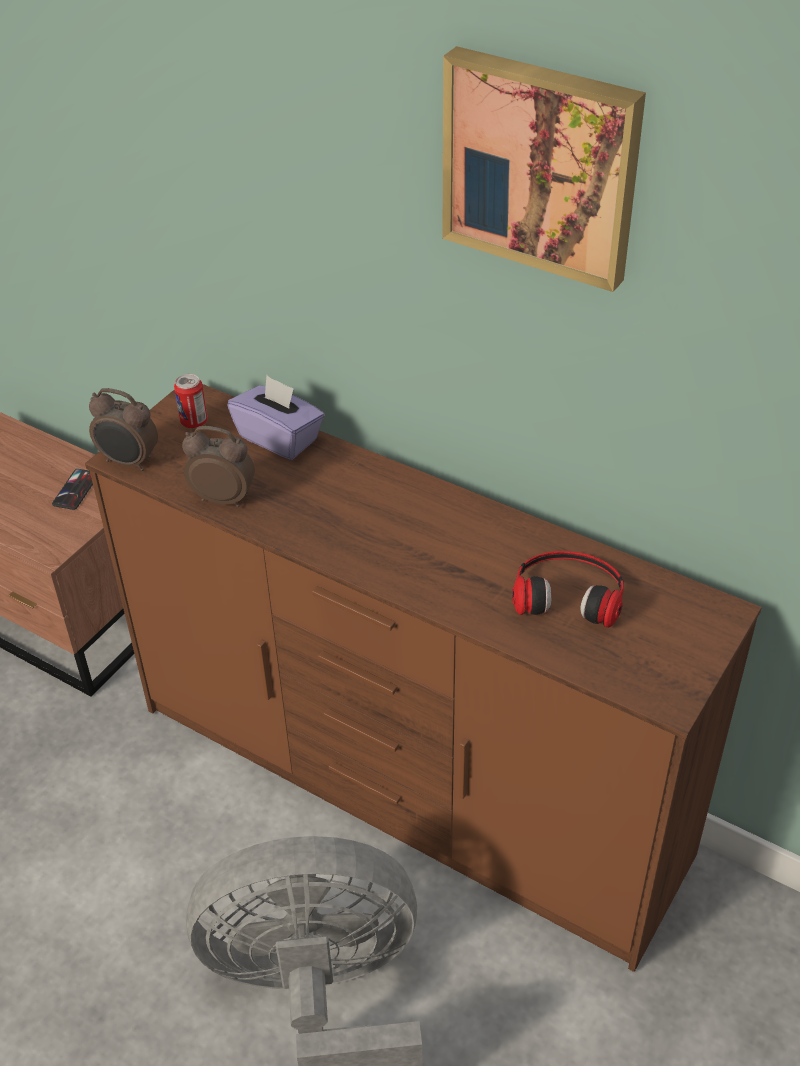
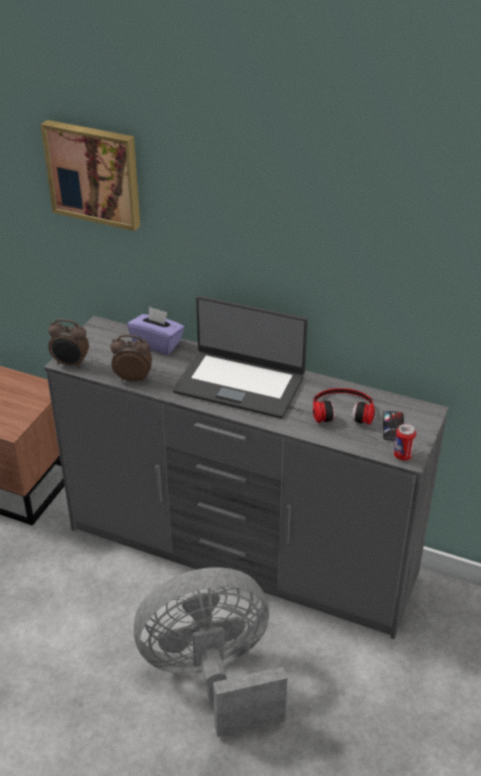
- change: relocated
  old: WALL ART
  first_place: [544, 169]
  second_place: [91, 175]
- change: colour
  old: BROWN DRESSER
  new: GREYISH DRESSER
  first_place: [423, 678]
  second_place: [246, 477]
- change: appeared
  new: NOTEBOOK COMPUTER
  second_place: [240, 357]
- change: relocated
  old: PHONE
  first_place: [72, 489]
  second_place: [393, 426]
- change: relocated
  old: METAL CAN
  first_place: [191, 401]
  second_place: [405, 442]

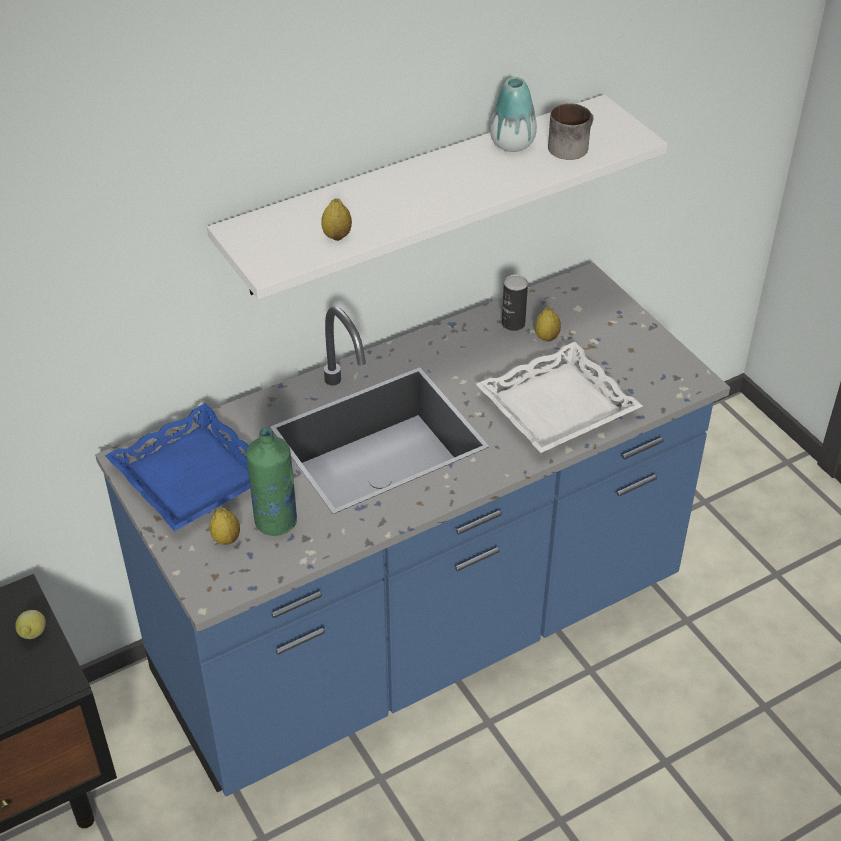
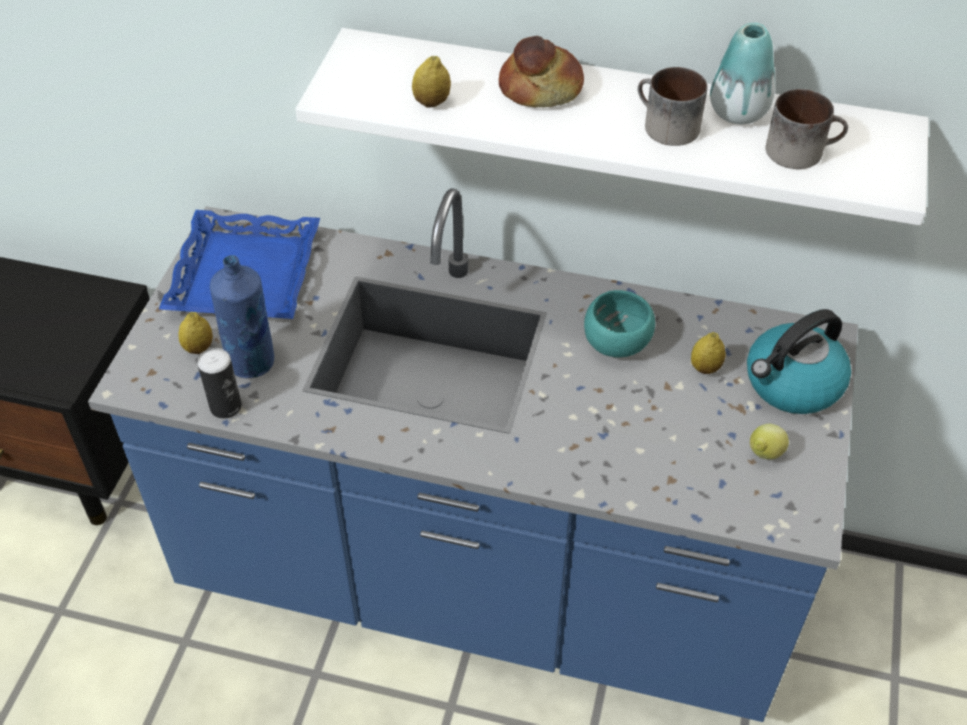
- change: relocated
  old: METAL CAN
  first_place: [515, 302]
  second_place: [219, 383]
- change: colour
  old: GREENISH DRINK BOTTLE
  new: BLUE DRINK BOTTLE
  first_place: [271, 481]
  second_place: [242, 316]
- change: appeared
  new: BREAD
  second_place: [541, 71]
- change: appeared
  new: TURQUOISE DEEP DISH
  second_place: [619, 323]
- change: appeared
  new: COFFEE MUG
  second_place: [673, 106]
- change: appeared
  new: TEA KETTLE
  second_place: [799, 361]
- change: relocated
  old: CITRUS FRUIT
  first_place: [30, 624]
  second_place: [769, 441]
- change: missing
  old: WHITE CARRYING TRAY
  first_place: [559, 397]

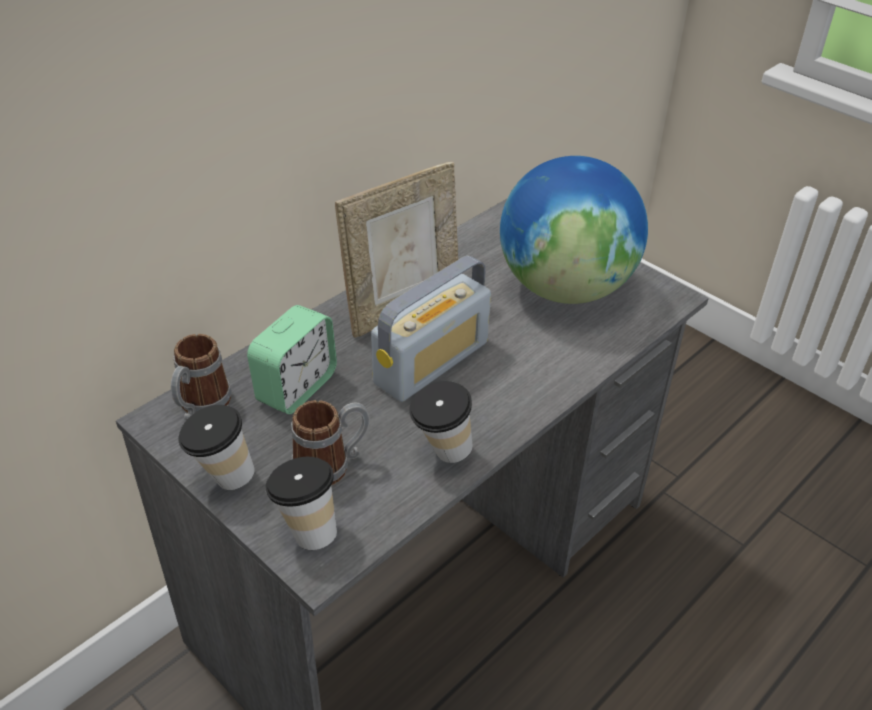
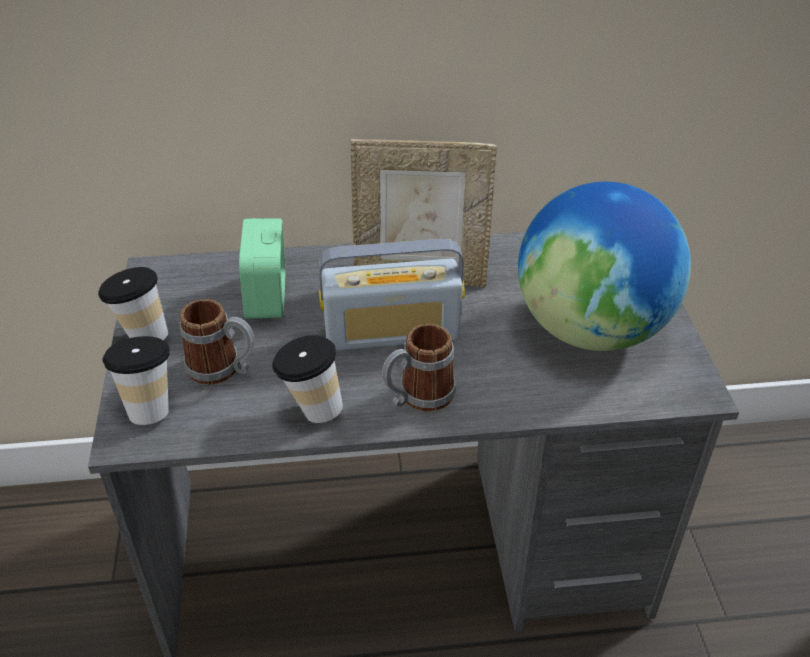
- change: spun
  old: ALARM CLOCK
  first_place: [292, 359]
  second_place: [262, 268]
  degrees: 105
- change: relocated
  old: COFFEE MUG
  first_place: [201, 377]
  second_place: [419, 367]

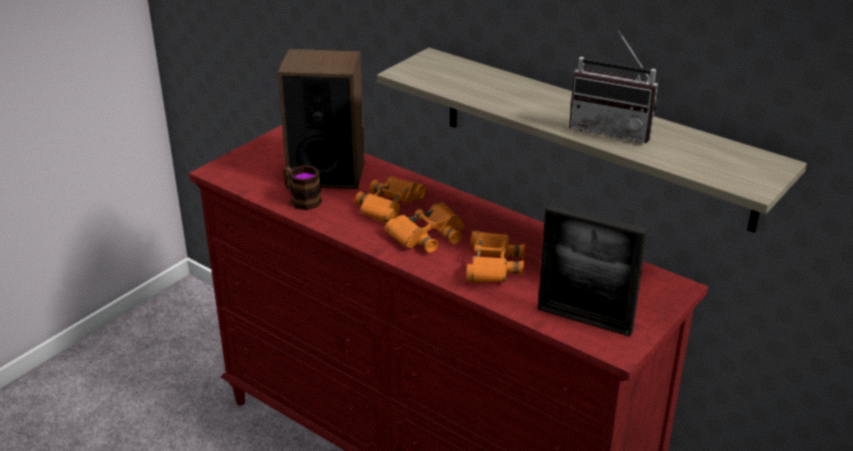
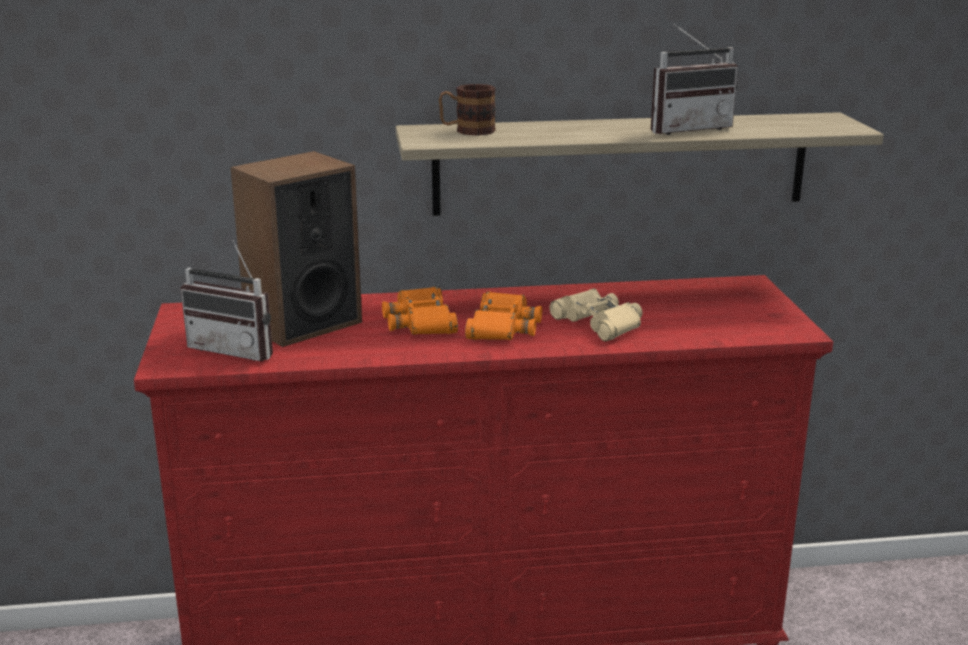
- change: appeared
  new: RADIO
  second_place: [227, 301]
- change: relocated
  old: COFFEE MUG
  first_place: [302, 187]
  second_place: [467, 110]
- change: colour
  old: ORANGE FIELD GLASSES
  new: SAND-COLOURED FIELD GLASSES
  first_place: [495, 256]
  second_place: [596, 314]
- change: missing
  old: STANDING FRAME
  first_place: [592, 270]

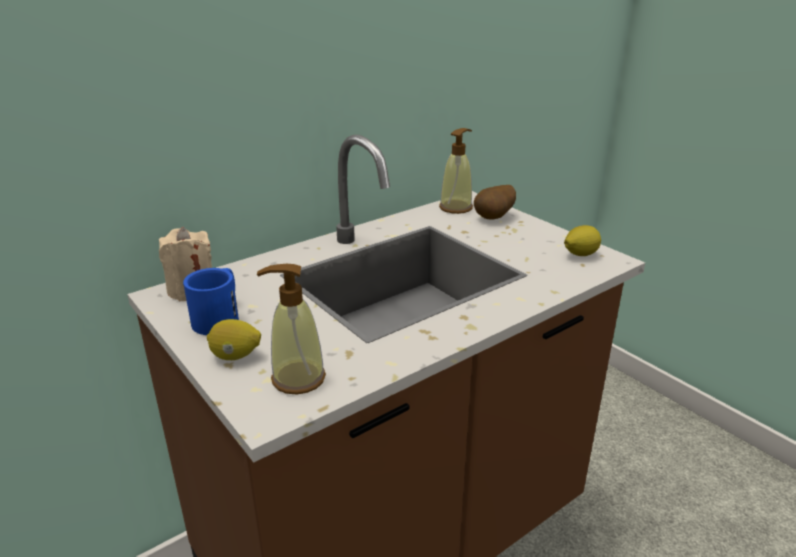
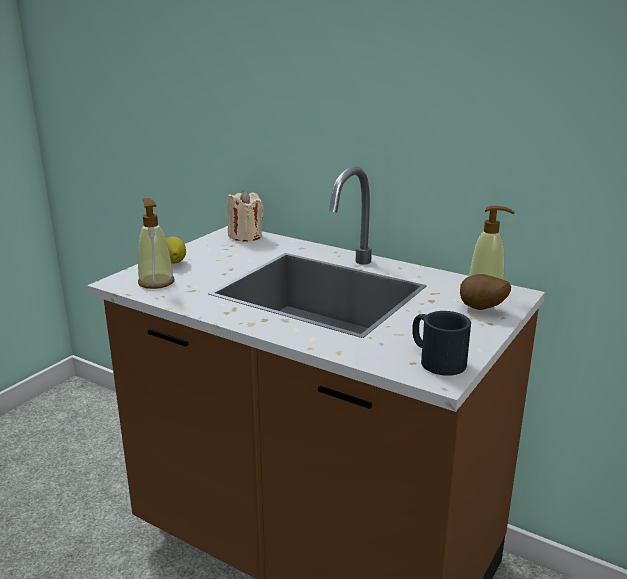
- change: exchanged
  old: CITRUS FRUIT
  new: BLACK-COLOURED COFFEE MUG
  first_place: [582, 240]
  second_place: [441, 343]
- change: missing
  old: BLUE COFFEE MUG
  first_place: [211, 301]

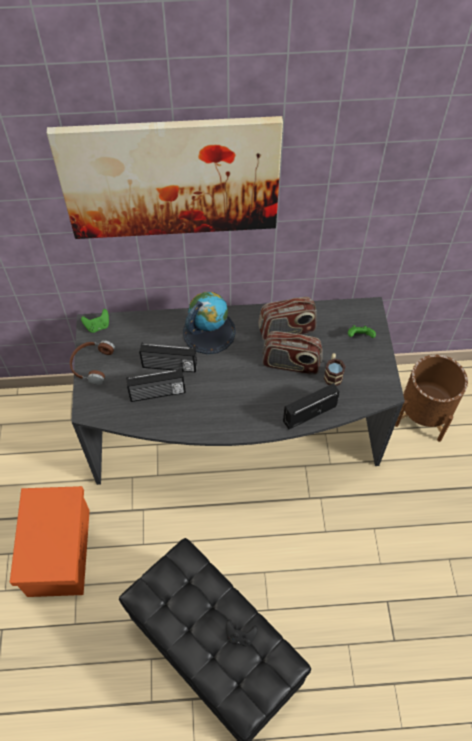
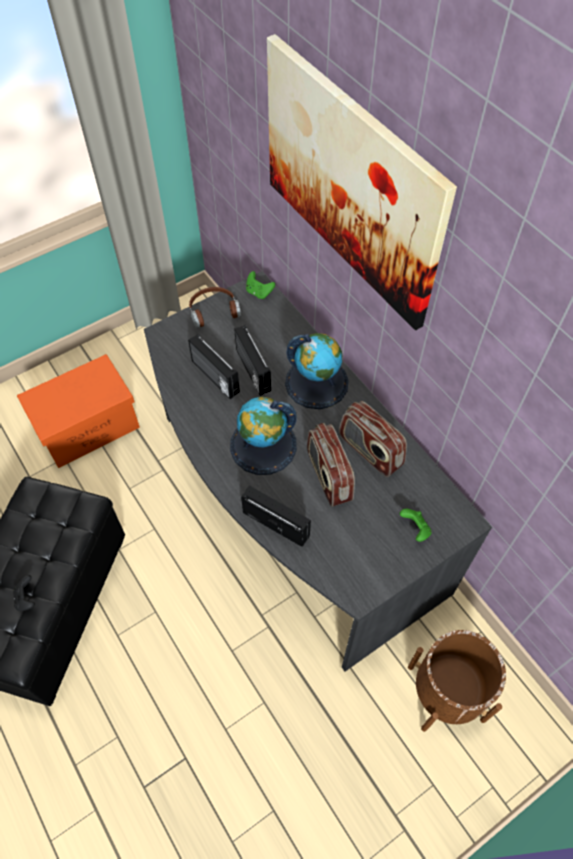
- change: appeared
  new: WORLD GLOBE
  second_place: [263, 436]
- change: missing
  old: COFFEE MUG
  first_place: [335, 369]

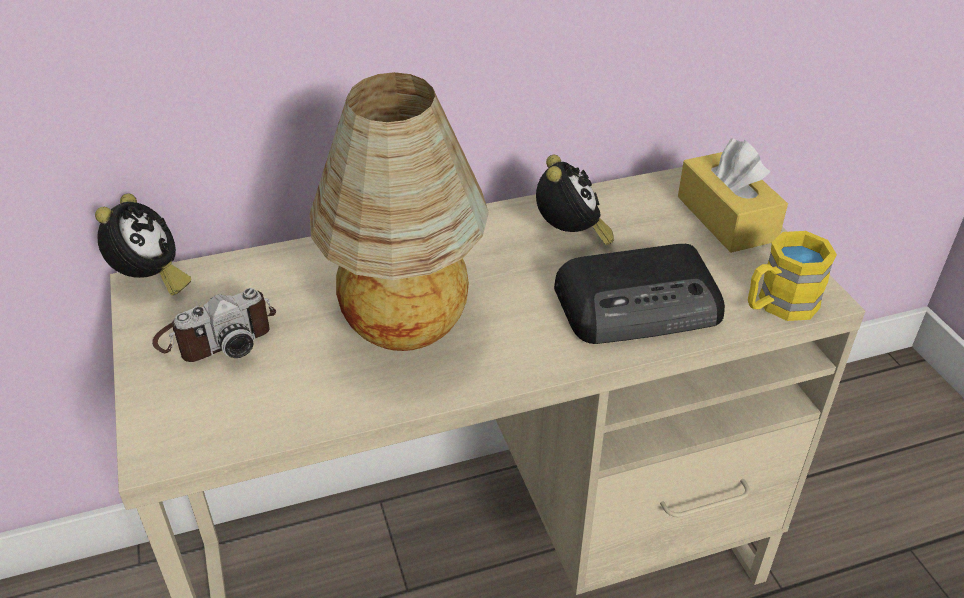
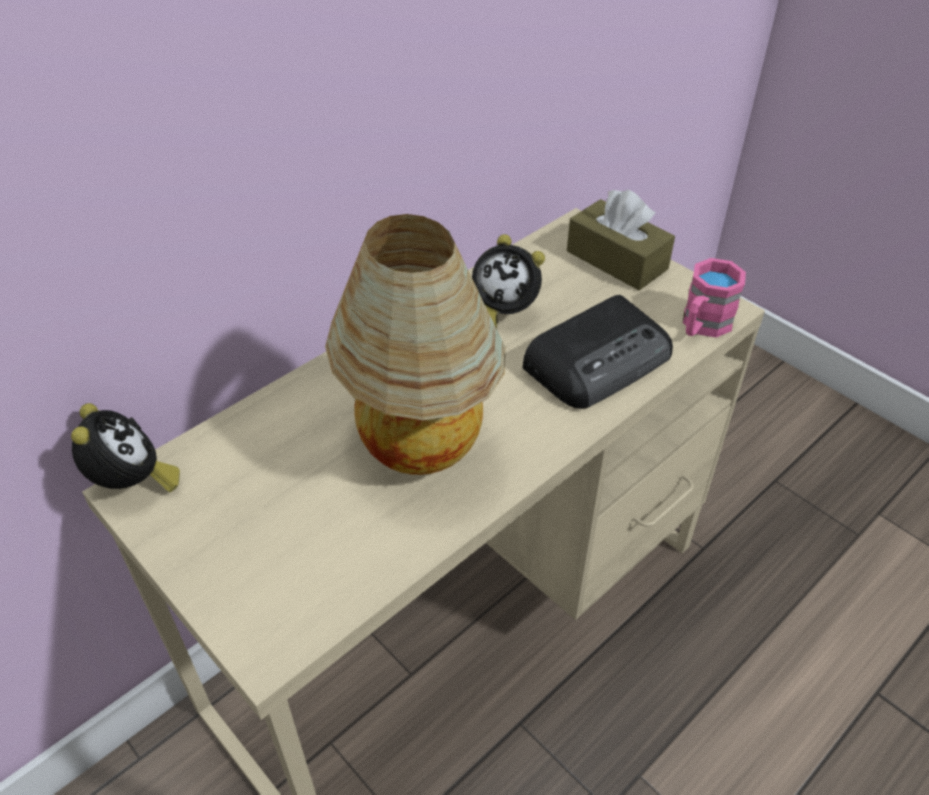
- change: spun
  old: ALARM CLOCK
  first_place: [575, 200]
  second_place: [508, 281]
  degrees: 135
- change: colour
  old: YELLOWISH TISSUE HOLDER
  new: BROWN TISSUE HOLDER
  first_place: [733, 195]
  second_place: [621, 240]
- change: colour
  old: YELLOWISH COFFEE MUG
  new: PINKISH COFFEE MUG
  first_place: [792, 276]
  second_place: [714, 298]
- change: missing
  old: STILL CAMERA
  first_place: [214, 325]

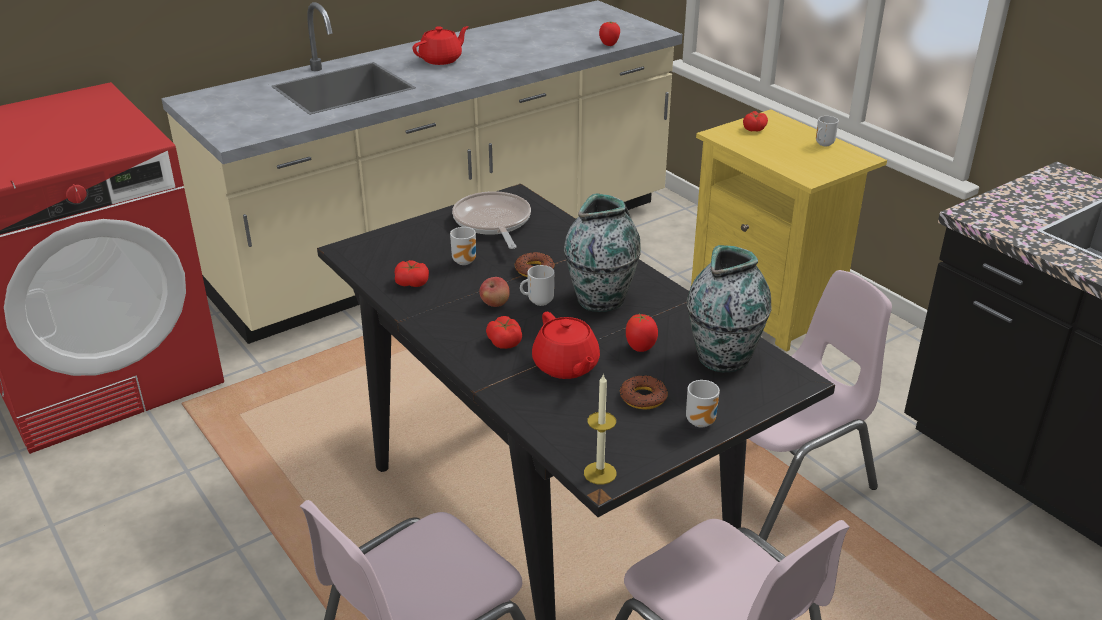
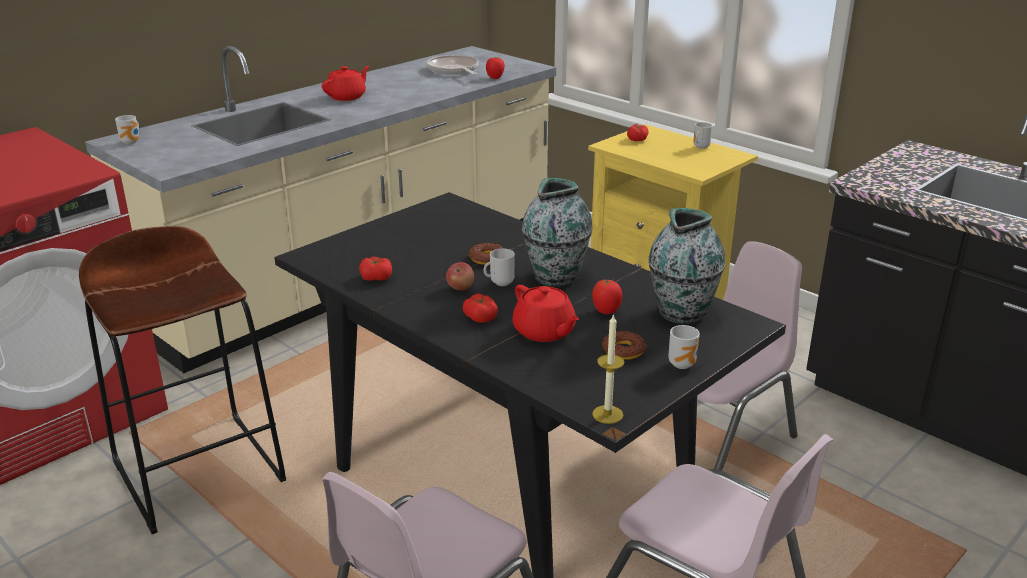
- change: appeared
  new: BROWN STOOL
  second_place: [182, 380]
- change: relocated
  old: COFFEE MUG
  first_place: [463, 246]
  second_place: [127, 130]
- change: relocated
  old: PAN
  first_place: [491, 220]
  second_place: [452, 65]

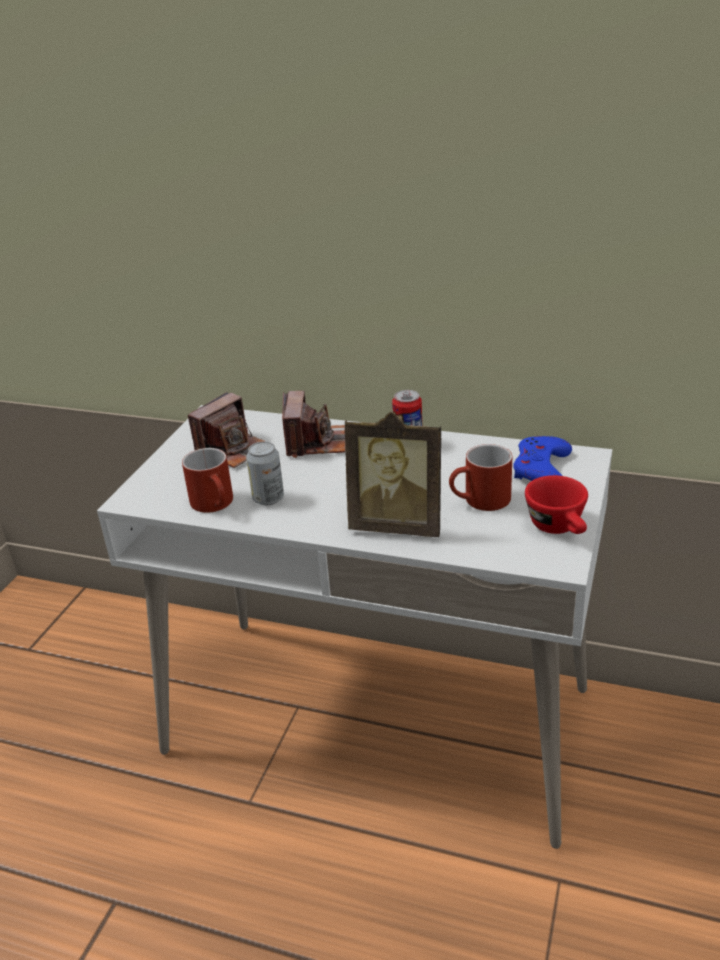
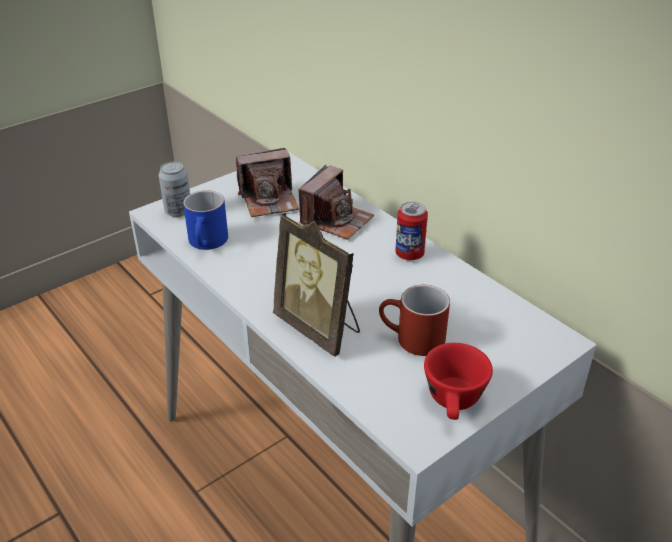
- change: relocated
  old: METAL CAN
  first_place: [265, 474]
  second_place: [174, 189]
- change: colour
  old: RED-COLOURED COFFEE MUG
  new: BLUE COFFEE MUG
  first_place: [207, 480]
  second_place: [205, 220]
- change: missing
  old: BLUE GAMEPAD
  first_place: [542, 458]

